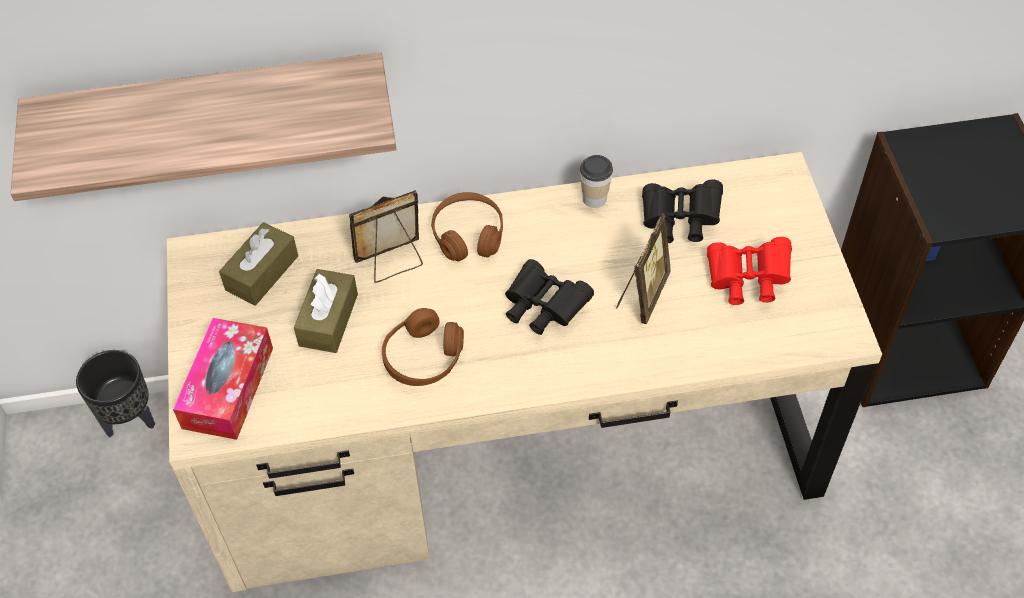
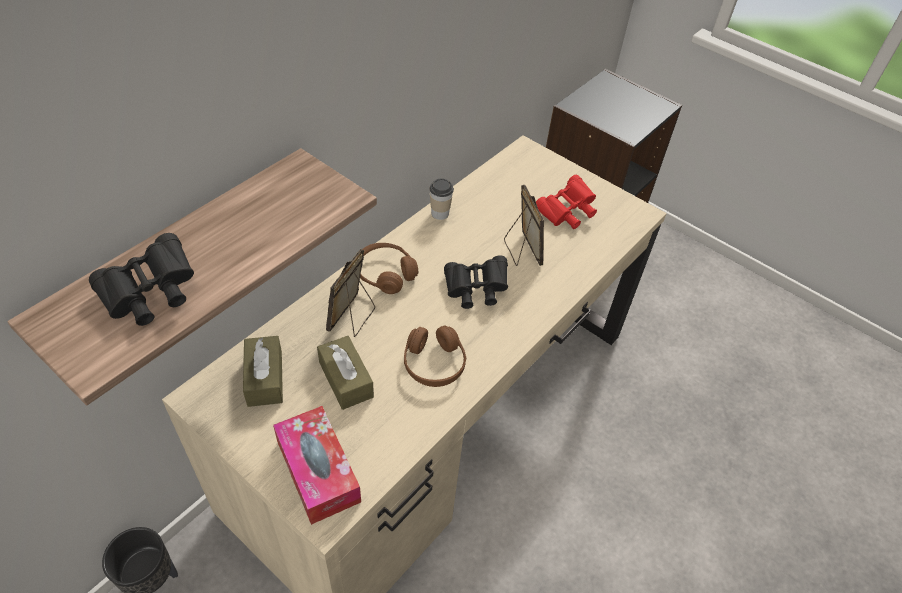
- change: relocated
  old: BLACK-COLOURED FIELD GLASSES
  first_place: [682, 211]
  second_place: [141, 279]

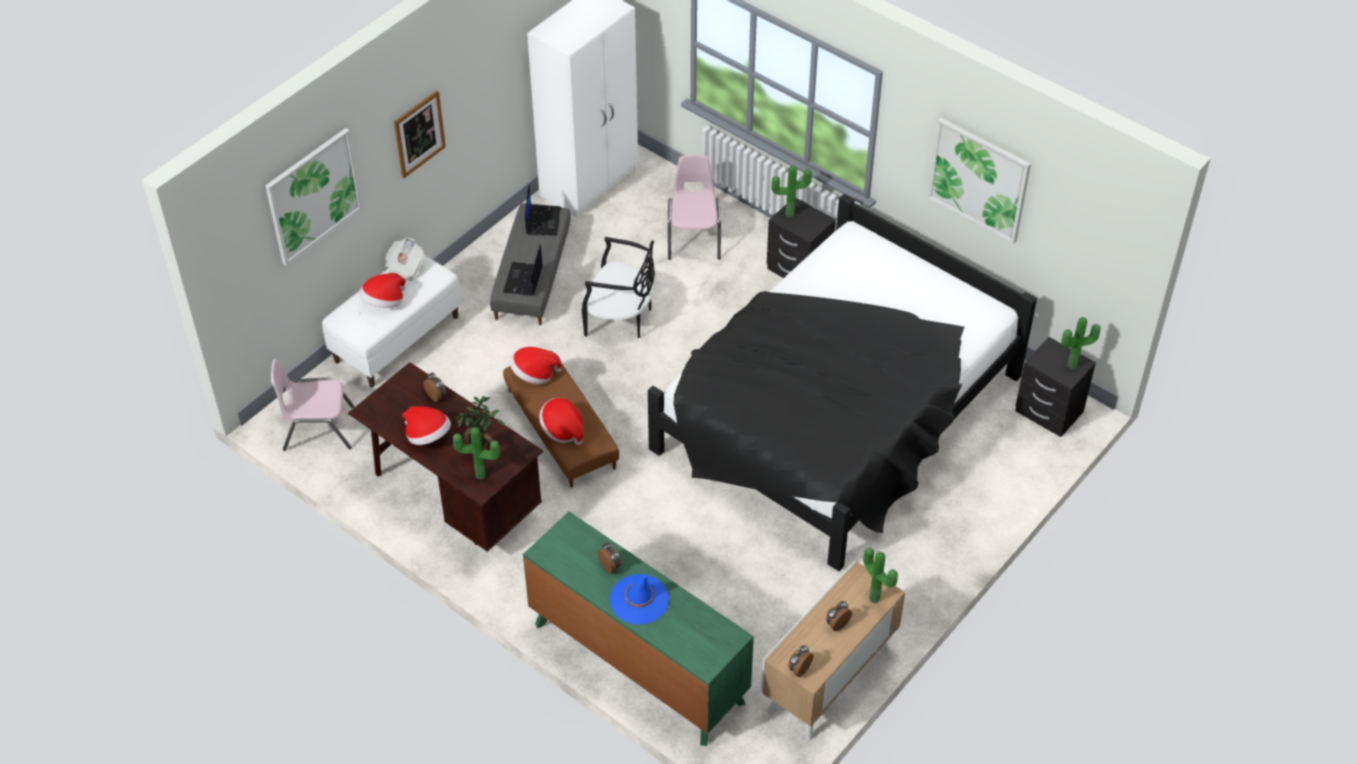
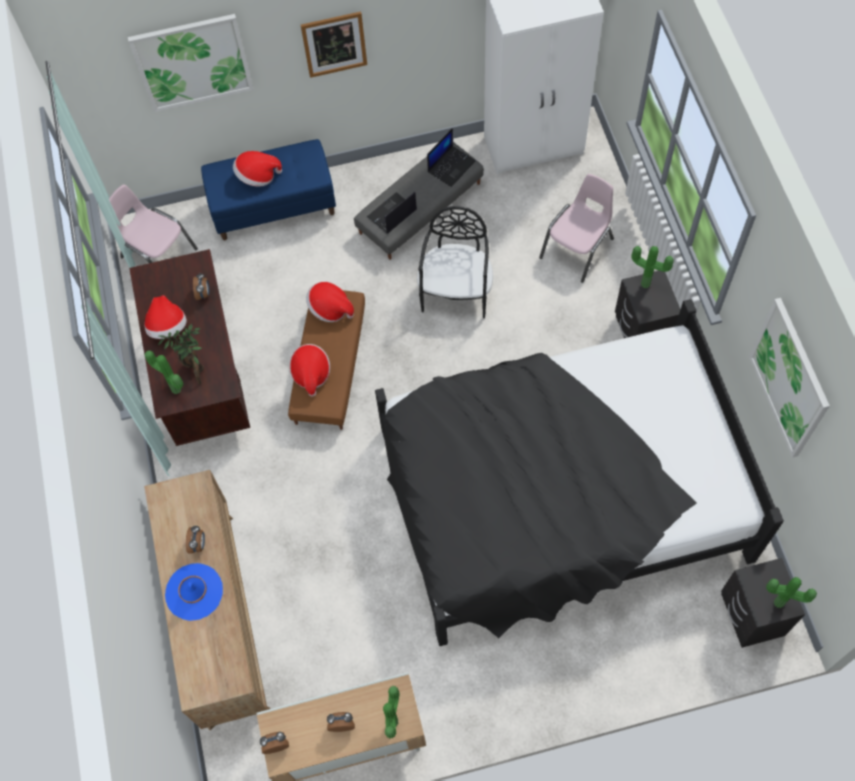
- change: colour
  old: GREENISH DRESSER
  new: BROWN DRESSER
  first_place: [638, 628]
  second_place: [207, 600]
- change: colour
  old: WHITE BENCH
  new: BLUE BENCH
  first_place: [392, 321]
  second_place: [268, 189]
- change: spun
  old: BLACK-COLOURED PLAIN CHAIR
  first_place: [618, 287]
  second_place: [455, 262]
  degrees: -135
- change: missing
  old: NEWSPAPER
  first_place: [404, 259]

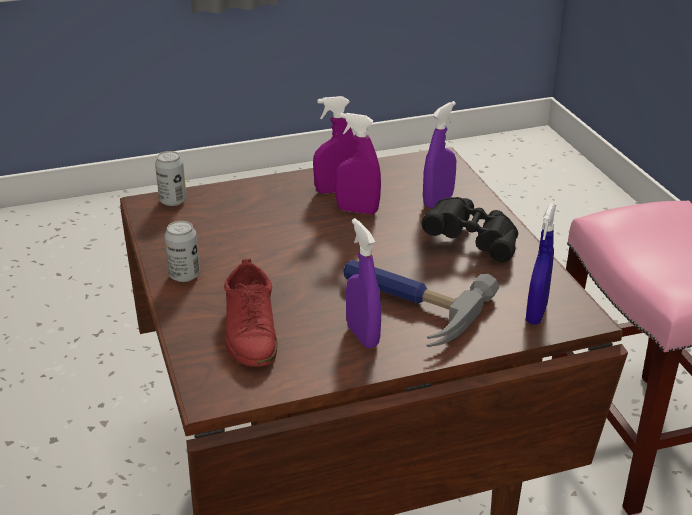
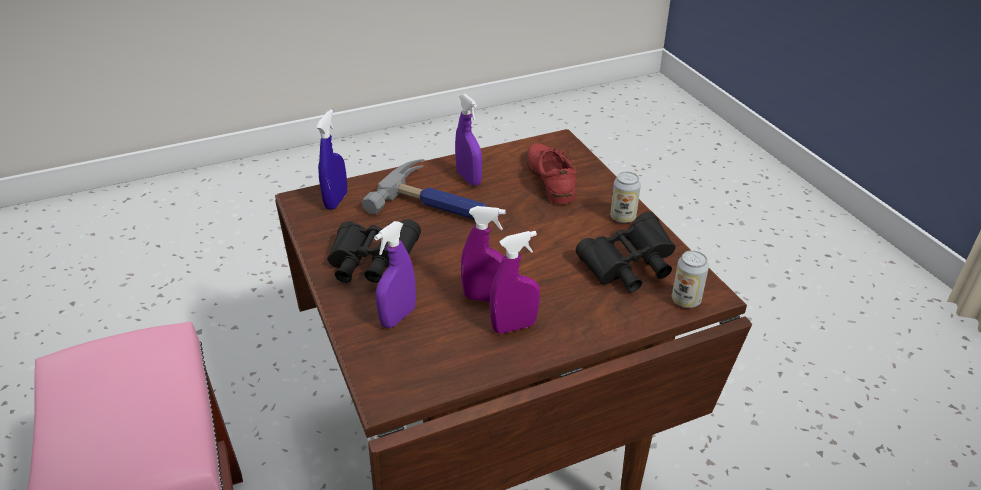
- change: appeared
  new: BLACK-COLOURED FIELD GLASSES
  second_place: [626, 252]

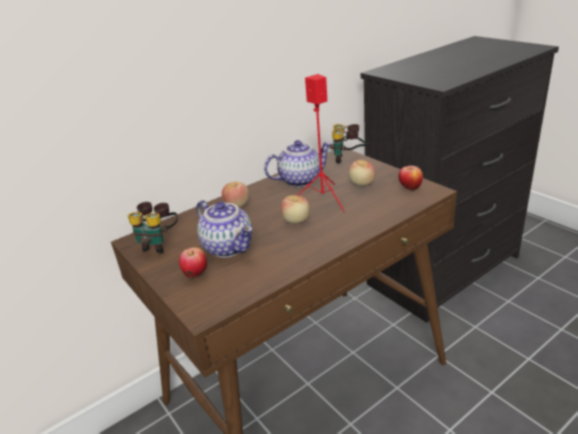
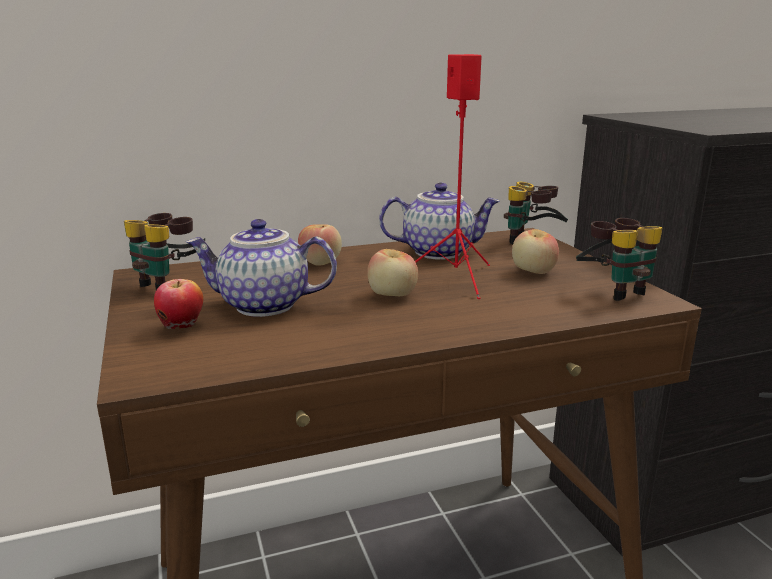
- change: spun
  old: TEA POT
  first_place: [224, 229]
  second_place: [261, 268]
  degrees: 120
- change: exchanged
  old: APPLE FRUIT
  new: FIELD GLASSES
  first_place: [411, 178]
  second_place: [619, 259]

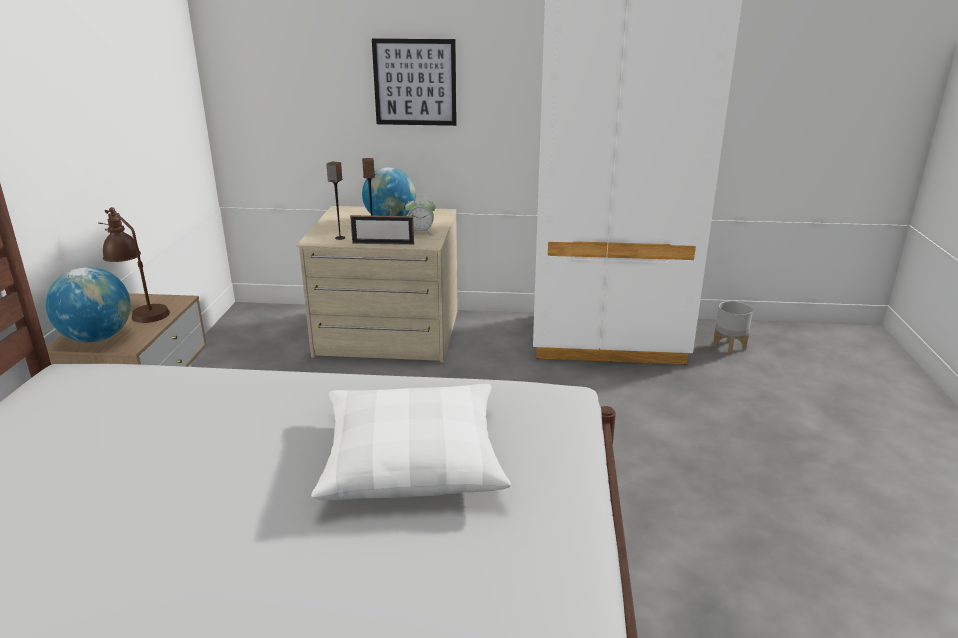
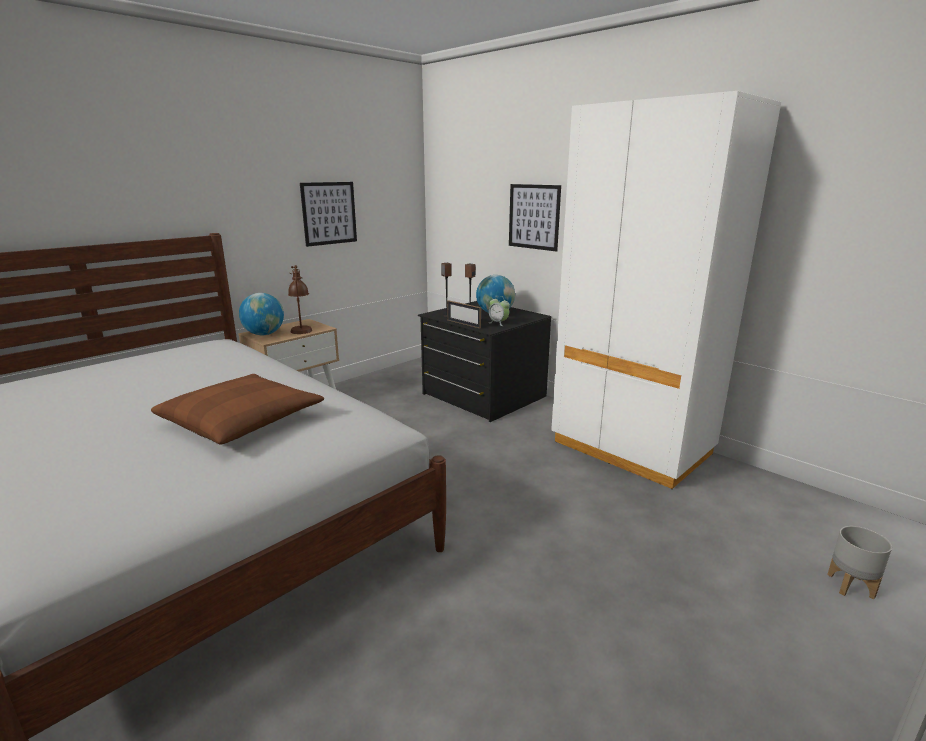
- change: colour
  old: WHITE CUSHION
  new: BROWN CUSHION
  first_place: [411, 442]
  second_place: [237, 409]
- change: appeared
  new: WALL ART
  second_place: [328, 214]
- change: colour
  old: SAND-COLOURED DRESSER
  new: BLACK-COLOURED DRESSER
  first_place: [377, 284]
  second_place: [484, 361]
- change: relocated
  old: GREYISH PLANT POT
  first_place: [733, 328]
  second_place: [859, 562]

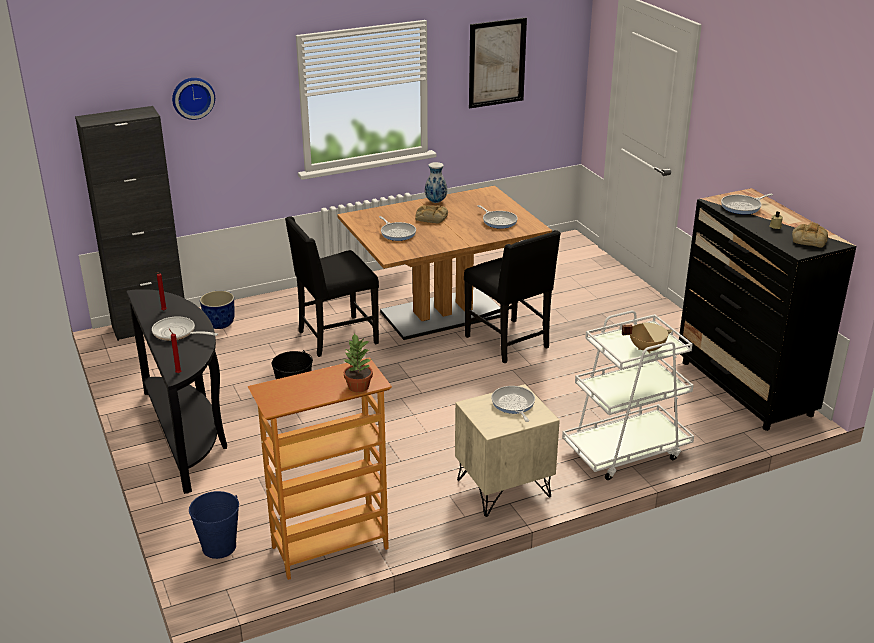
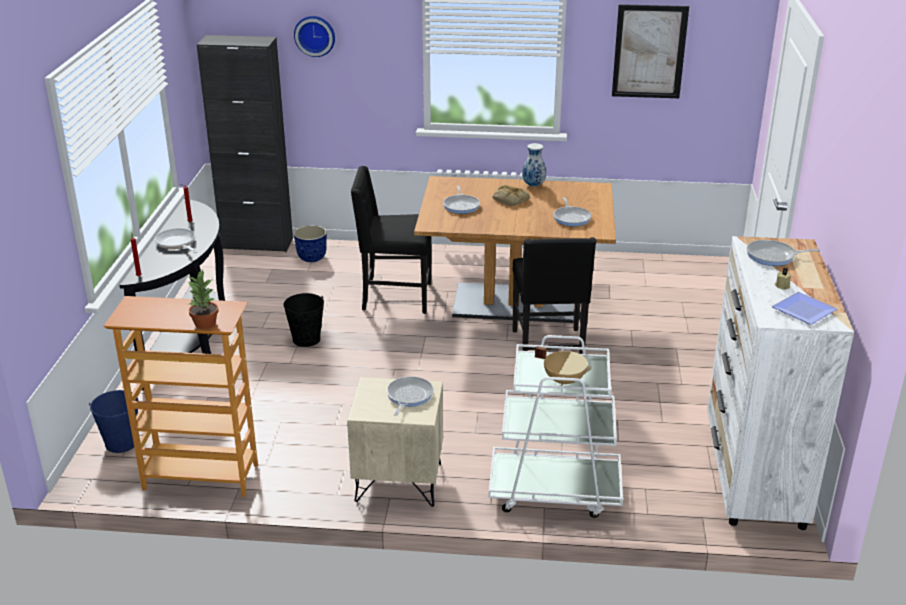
- change: colour
  old: BLACK-COLOURED DRESSER
  new: WHITE DRESSER
  first_place: [767, 309]
  second_place: [780, 383]
- change: exchanged
  old: BREAD
  new: FLAT DISH
  first_place: [810, 235]
  second_place: [805, 308]

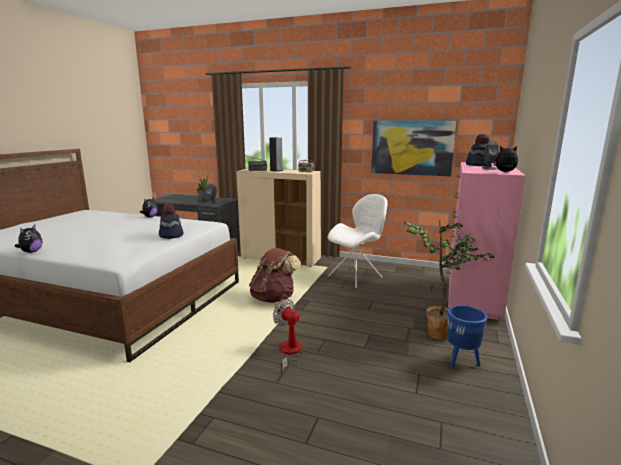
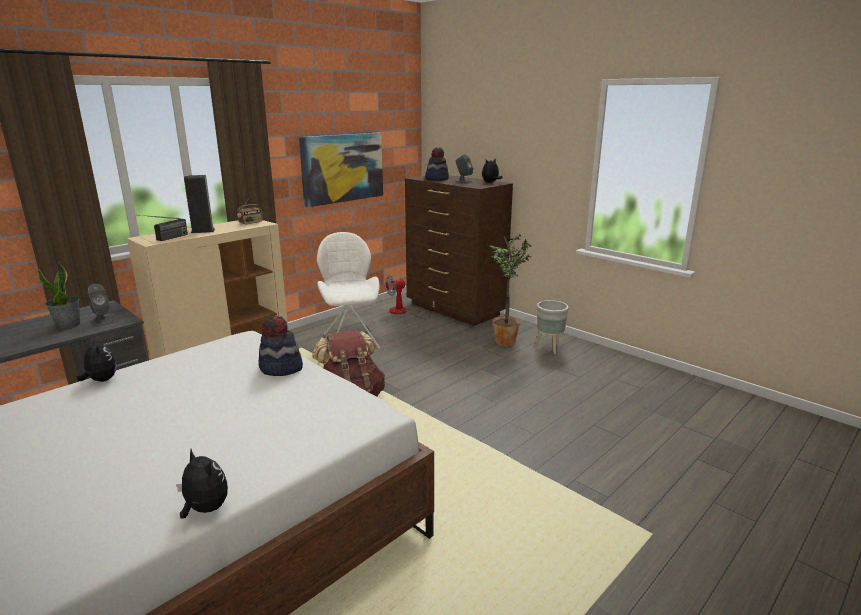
- change: relocated
  old: COOLING FAN
  first_place: [288, 338]
  second_place: [410, 297]
- change: colour
  old: PINKISH DRESSER
  new: BROWN DRESSER
  first_place: [486, 241]
  second_place: [459, 250]
- change: colour
  old: BLUE PLANT POT
  new: GREYISH PLANT POT
  first_place: [467, 336]
  second_place: [552, 327]

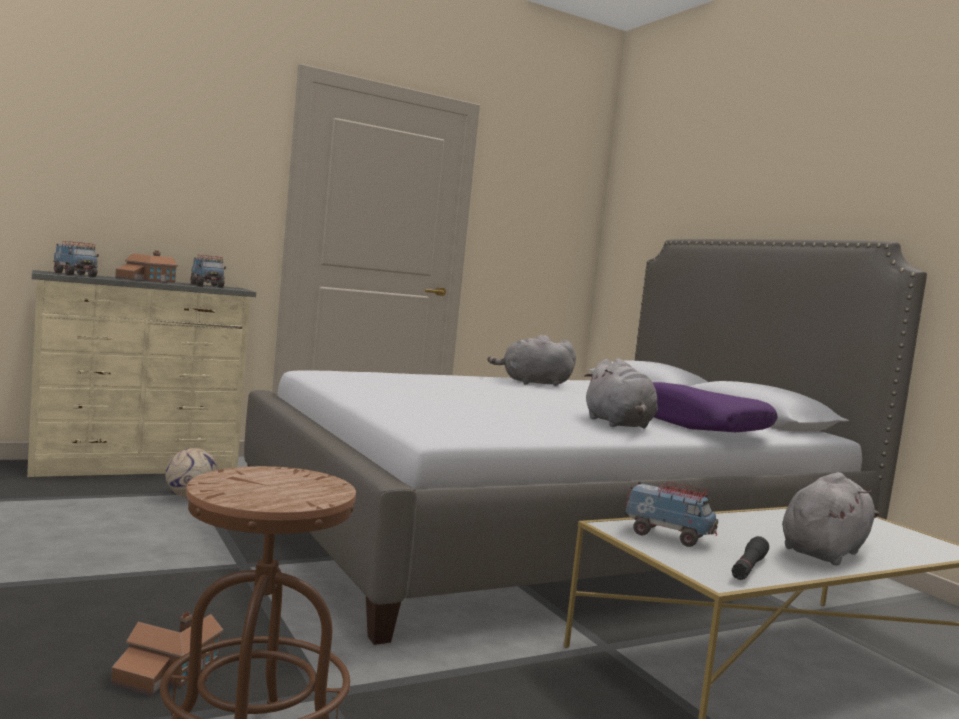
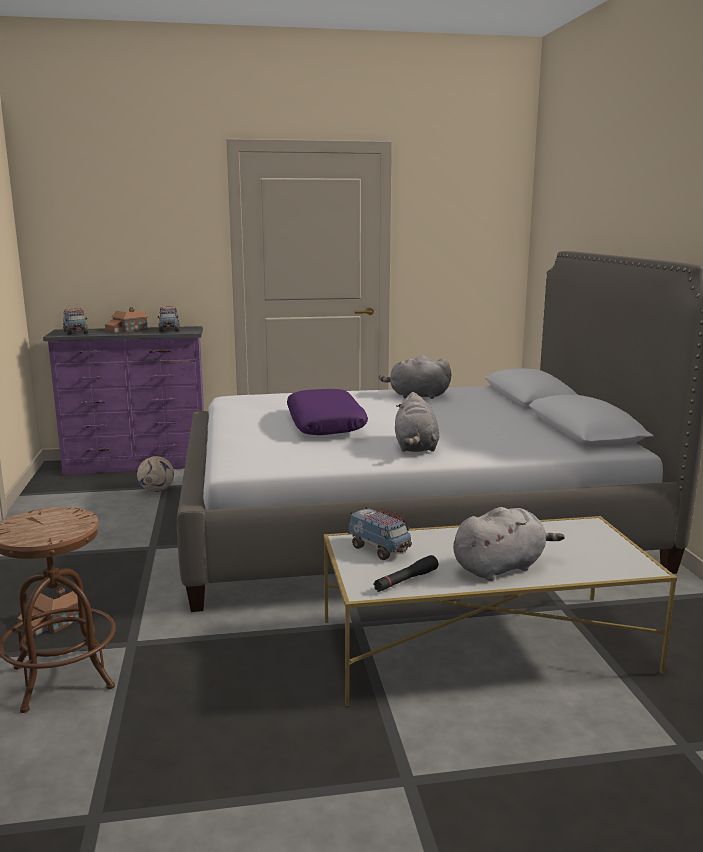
- change: colour
  old: SAND-COLOURED DRESSER
  new: PURPLISH DRESSER
  first_place: [141, 373]
  second_place: [123, 400]
- change: relocated
  old: PURPLISH CUSHION
  first_place: [715, 407]
  second_place: [327, 412]

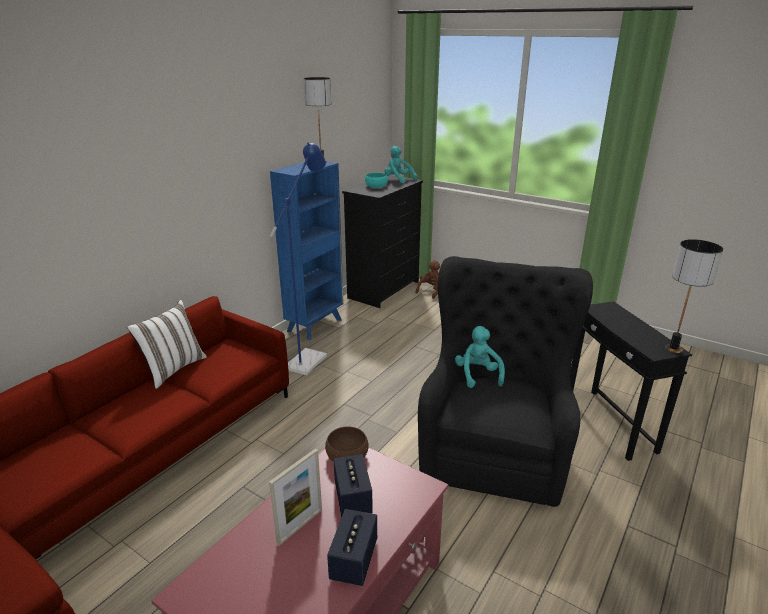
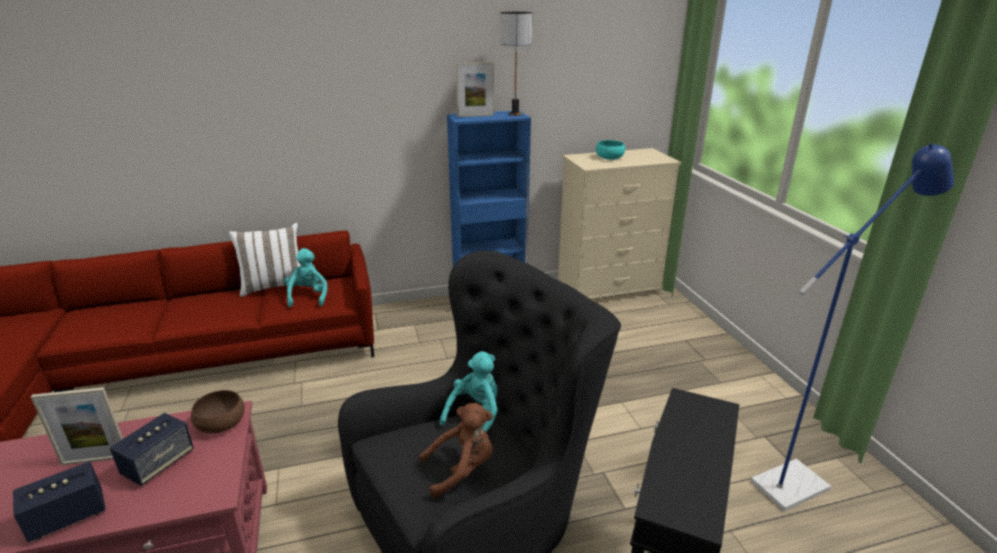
- change: relocated
  old: TURQUOISE PLUSH TOY
  first_place: [400, 165]
  second_place: [305, 277]
- change: relocated
  old: BROWN PLUSH TOY
  first_place: [427, 280]
  second_place: [456, 450]
- change: appeared
  new: STANDING FRAME
  second_place: [475, 89]
- change: colour
  old: BLACK-COLOURED DRESSER
  new: SAND-COLOURED DRESSER
  first_place: [382, 241]
  second_place: [619, 223]
- change: relocated
  old: BLUE FLOOR LAMP
  first_place: [298, 258]
  second_place: [852, 327]
- change: missing
  old: LAMP FOR A TABLE
  first_place: [694, 296]

